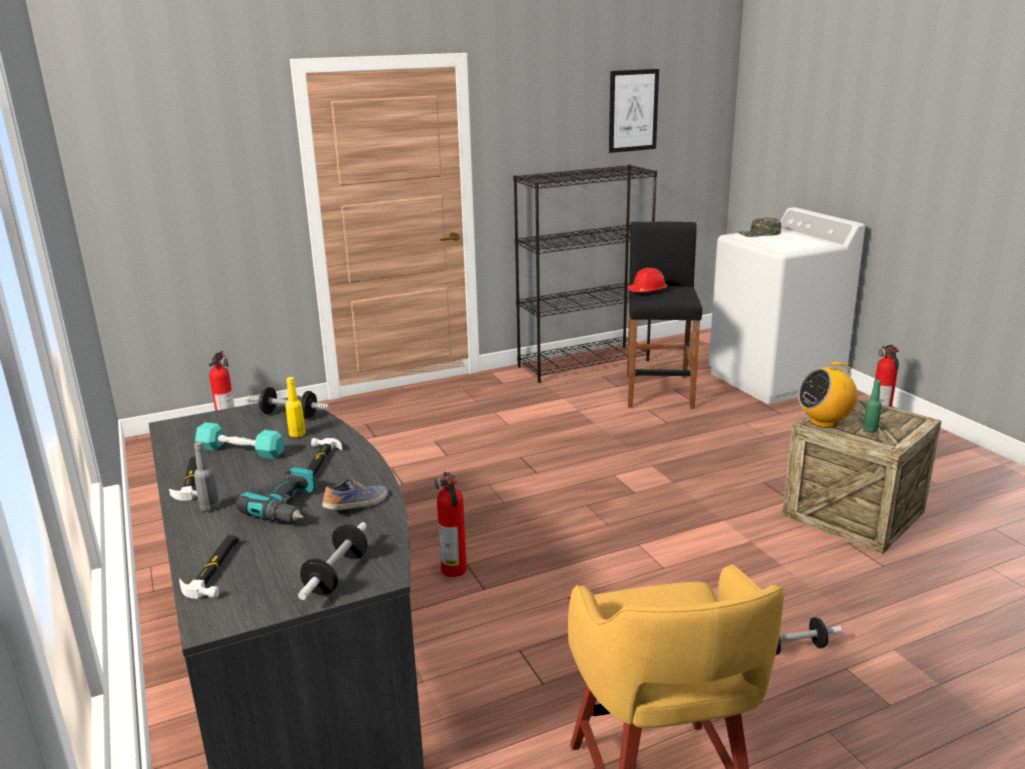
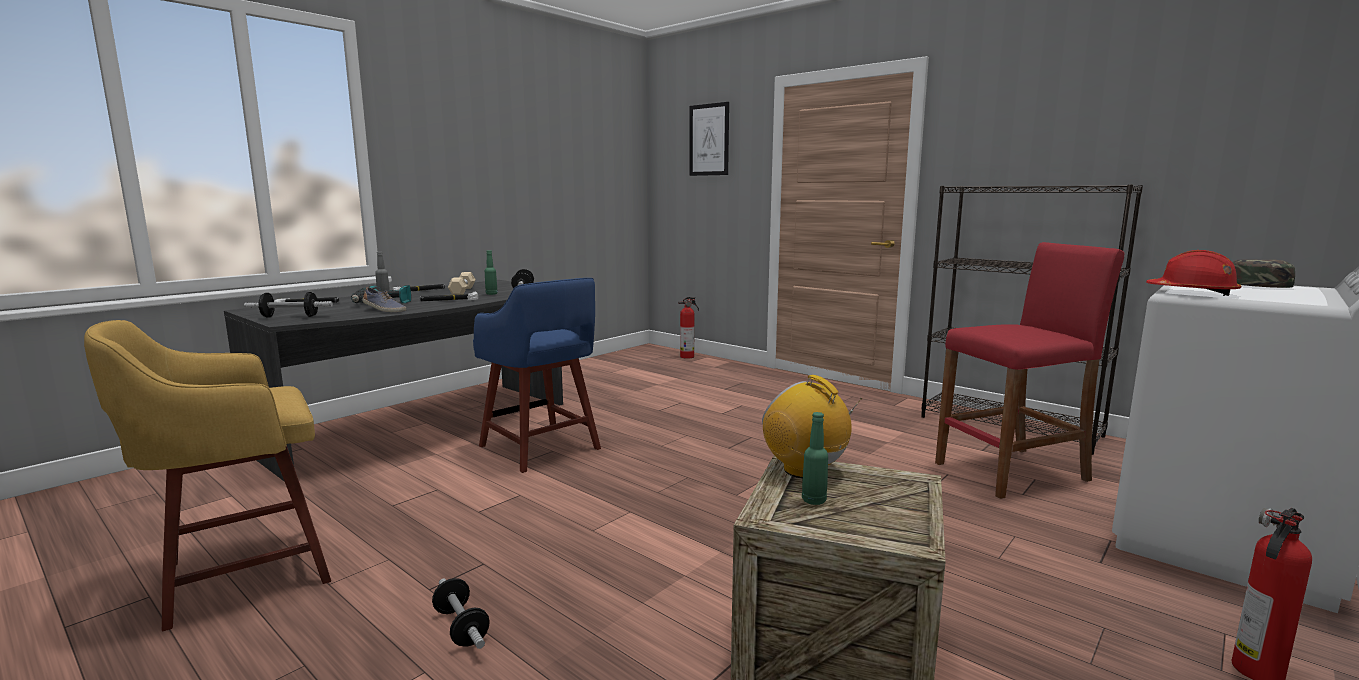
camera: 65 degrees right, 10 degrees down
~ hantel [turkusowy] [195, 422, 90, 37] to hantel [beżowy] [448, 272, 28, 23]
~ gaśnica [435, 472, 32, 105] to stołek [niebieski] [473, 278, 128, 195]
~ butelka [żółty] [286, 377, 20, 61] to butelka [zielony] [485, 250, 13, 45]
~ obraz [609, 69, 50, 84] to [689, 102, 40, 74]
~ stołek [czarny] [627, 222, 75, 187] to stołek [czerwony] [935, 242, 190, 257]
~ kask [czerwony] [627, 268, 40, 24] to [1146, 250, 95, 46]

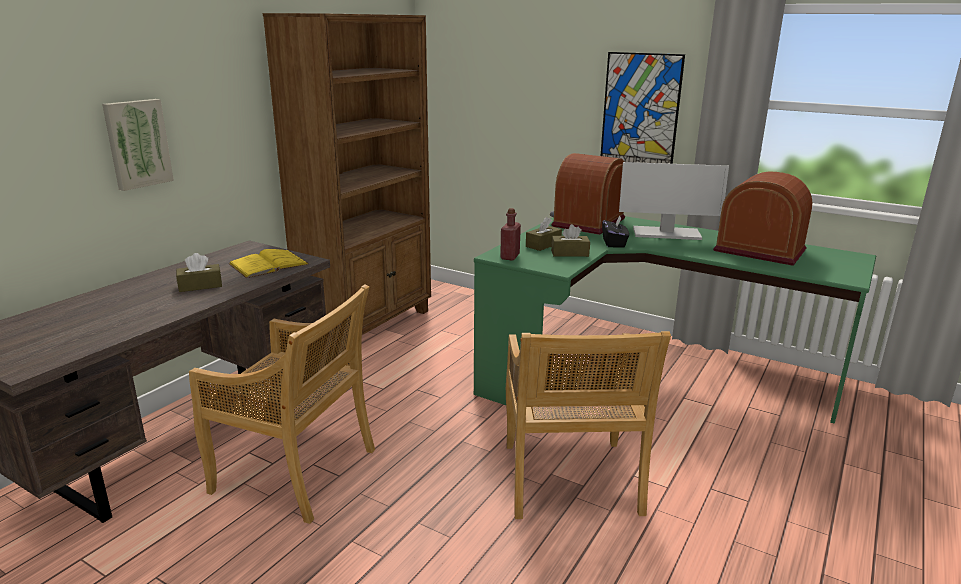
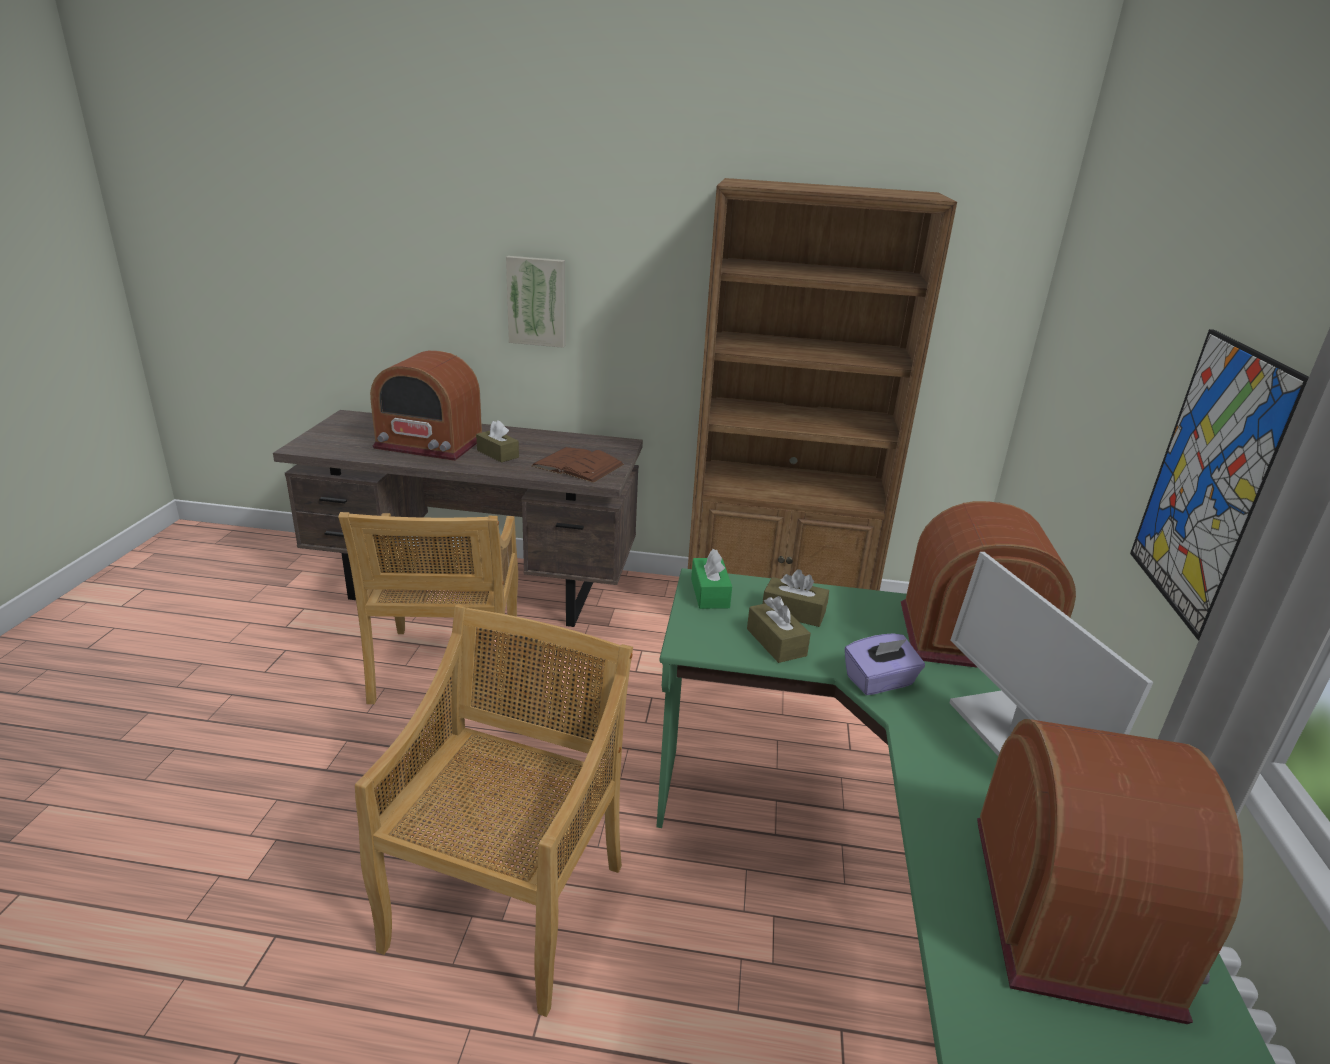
camera: 65 degrees right, 5 degrees up
~ krzesło [beżowy] [506, 331, 165, 188] = [355, 604, 278, 413] 135 degrees clockwise
+ radio [370, 350, 112, 111]
~ książka [żółty] [229, 249, 80, 29] to książka [brązowy] [531, 447, 93, 36]
~ butelka [czerwony] [500, 208, 21, 52] to pudełko chusteczek [zielony] [691, 549, 41, 60]
~ pudełko chusteczek [czarny] [602, 215, 27, 33] to pudełko chusteczek [fioletowy] [844, 633, 81, 62]

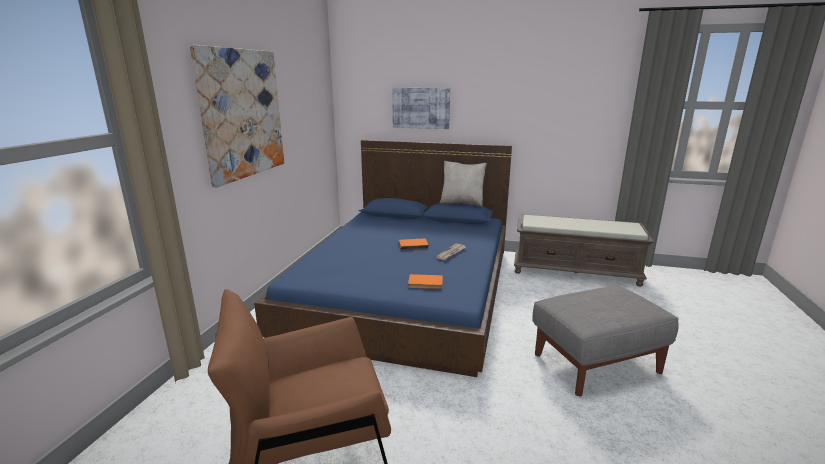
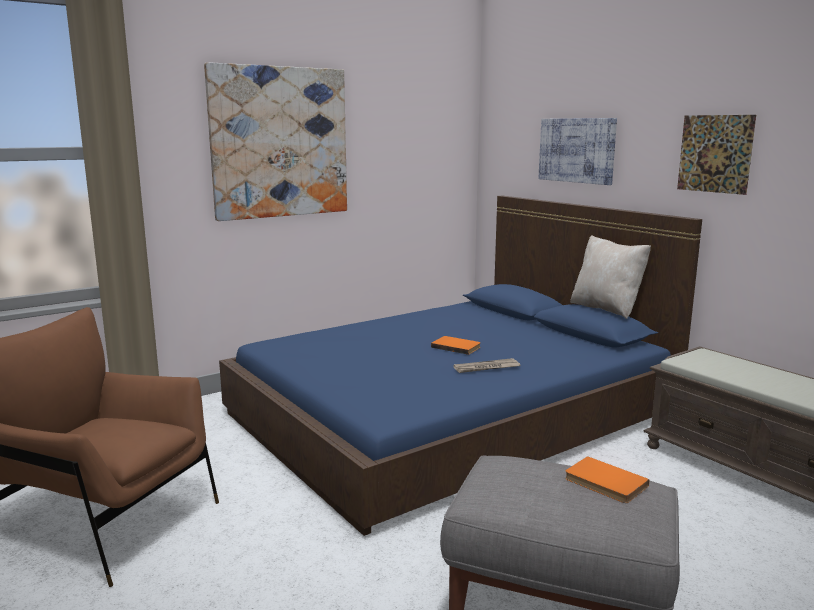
camera: 40 degrees right, 5 degrees down
~ książka [pomarańczowy] [408, 274, 35, 15] to [565, 456, 85, 47]
+ obraz [677, 115, 79, 80]

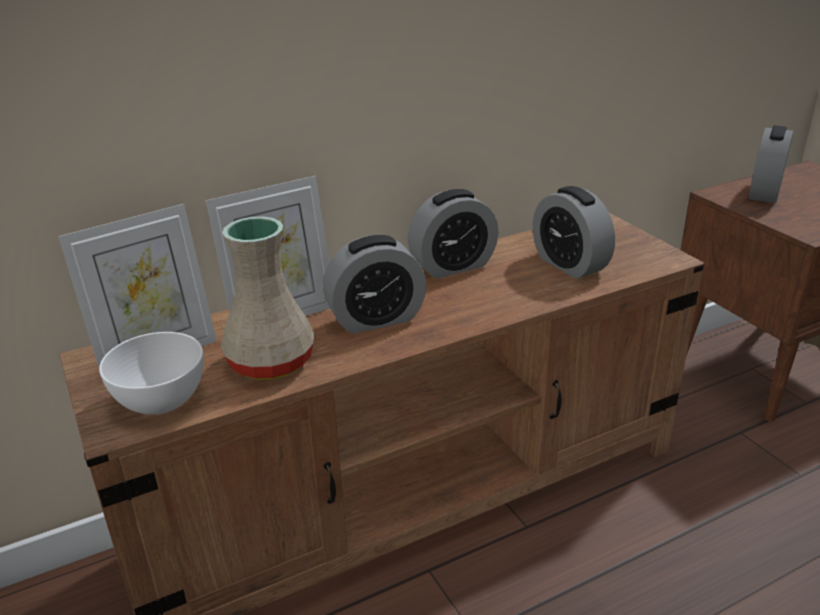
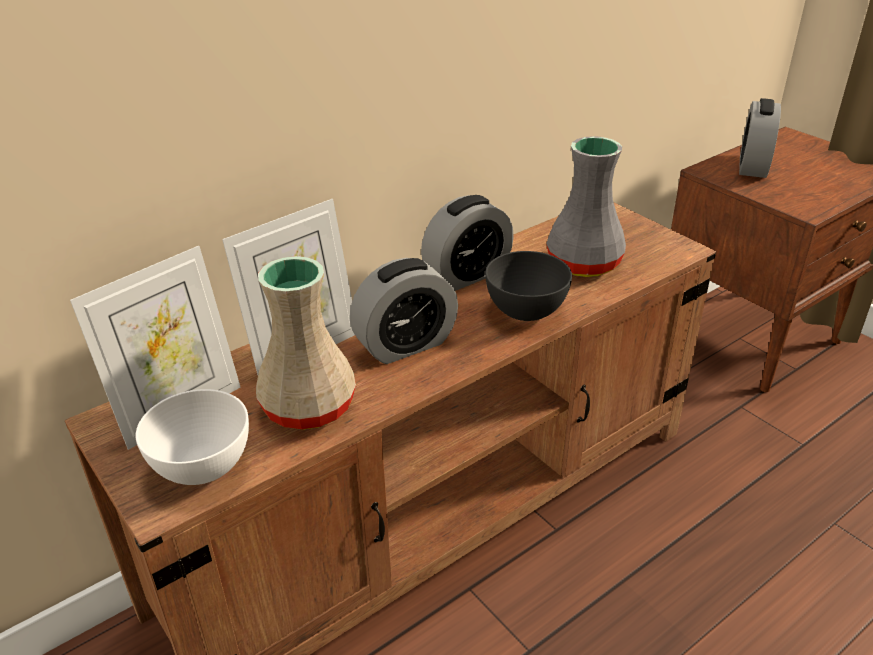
camera: 10 degrees left, 5 degrees up
+ miska [szary] [485, 251, 87, 70]
~ budzik [533, 186, 82, 93] to wazon [szary] [546, 136, 80, 141]

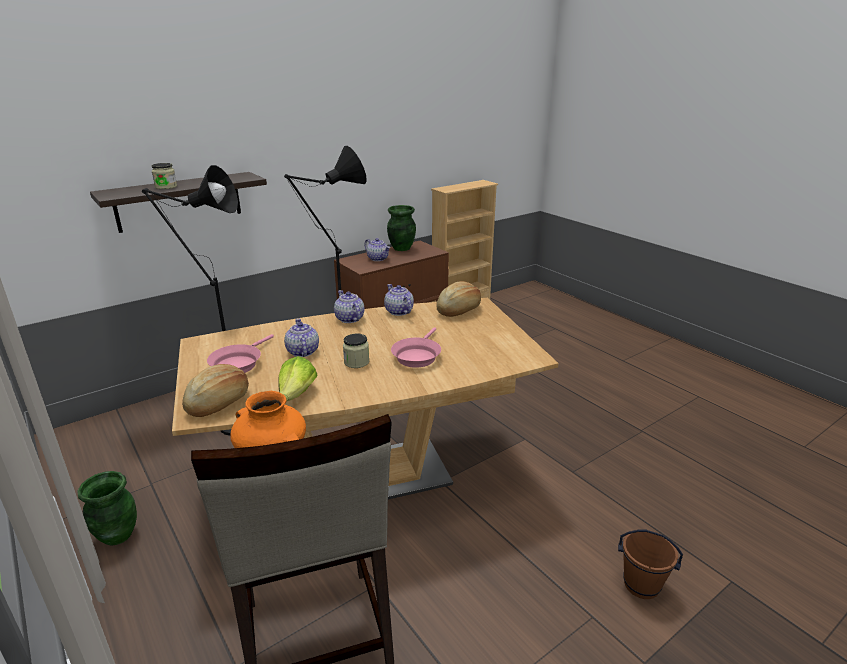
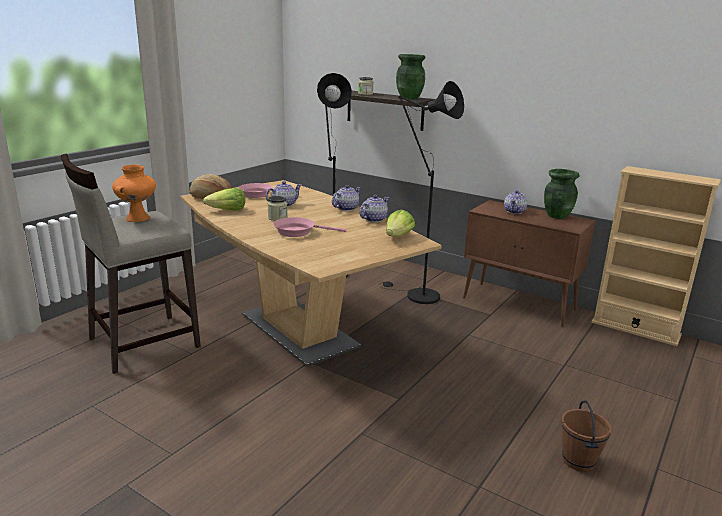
camera: 70 degrees right, 5 degrees down
~ chleb [437, 281, 44, 36] to sałata [386, 209, 29, 28]
~ wazon [zielony] [77, 471, 60, 75] to [396, 54, 30, 46]
~ wiadro [brązowy] [618, 529, 65, 70] to [561, 400, 51, 72]

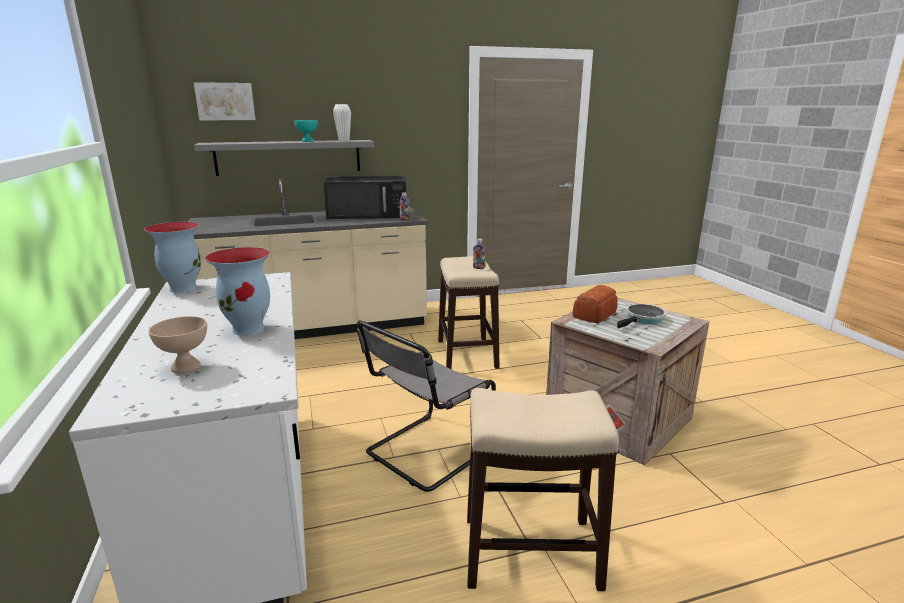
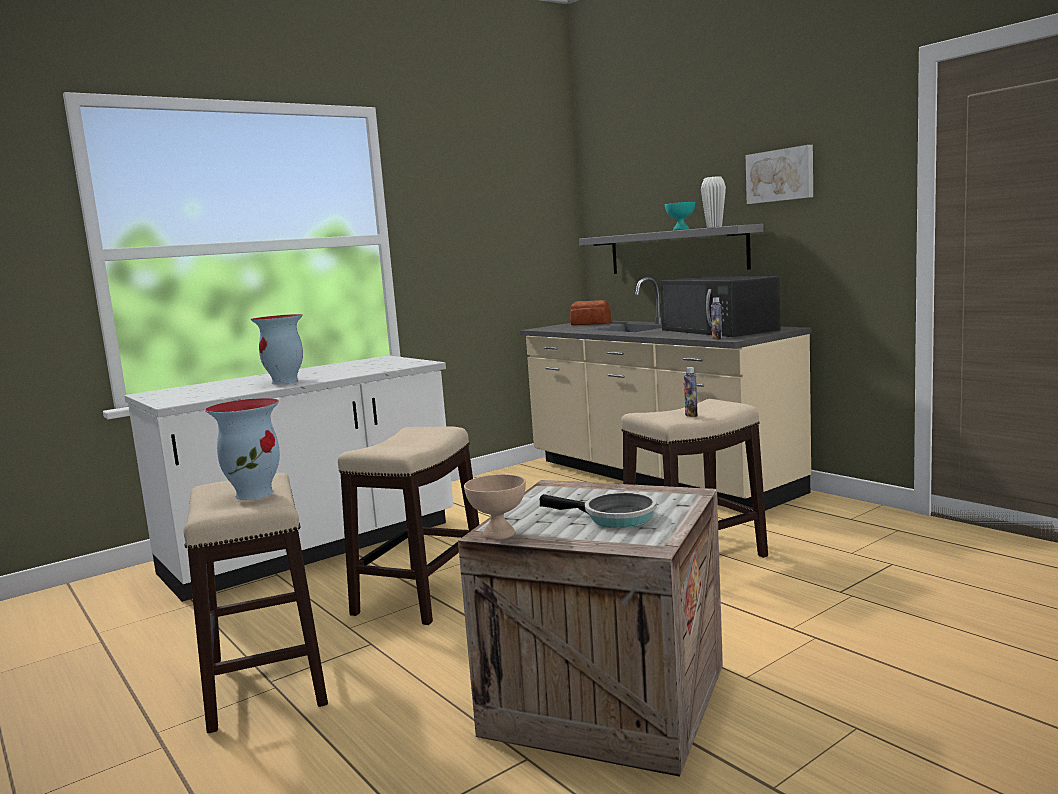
camera: 70 degrees right, 10 degrees down
~ wazon [144, 222, 57, 71] to [205, 398, 75, 102]
~ krzesło [szary] [357, 320, 139, 172] to stołek [338, 427, 141, 198]
~ miska [beżowy] [148, 316, 59, 58] to [464, 474, 62, 66]
~ chleb [573, 285, 45, 38] to [570, 300, 41, 25]
~ obraz [194, 82, 62, 39] to [746, 145, 67, 59]

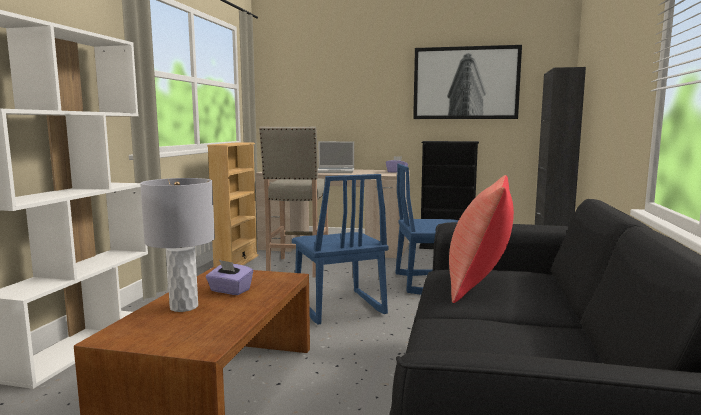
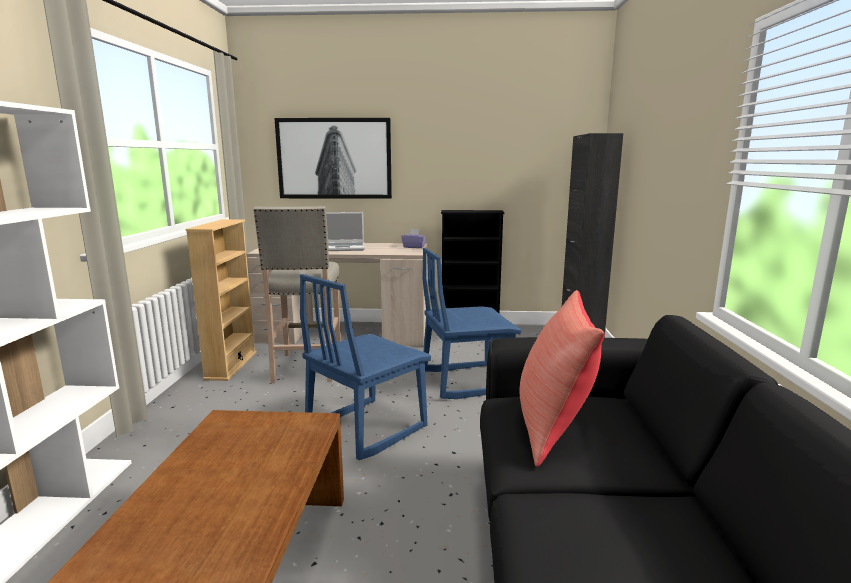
camera: 10 degrees left, 5 degrees up
~ obraz [413, 45, 109, 74] to [274, 118, 118, 81]
~ krzesło [niebieski] [292, 174, 97, 150] = [300, 274, 131, 186] 75 degrees clockwise
- lampa stołowa [szary] [140, 178, 75, 134]
- pudełko chusteczek [fioletowy] [206, 260, 47, 35]

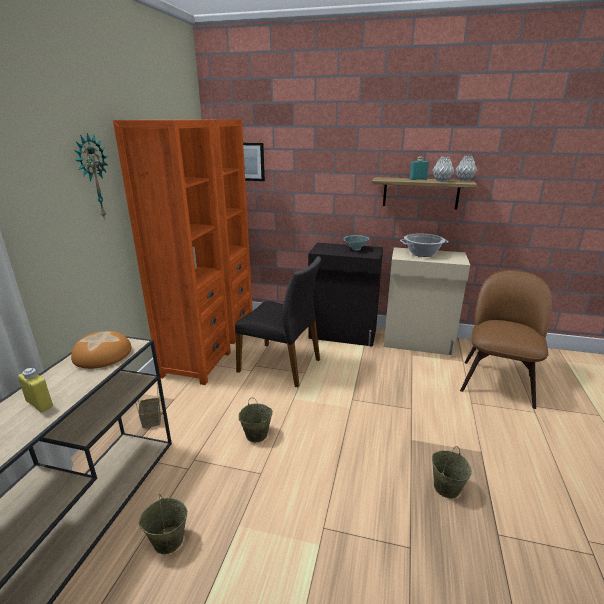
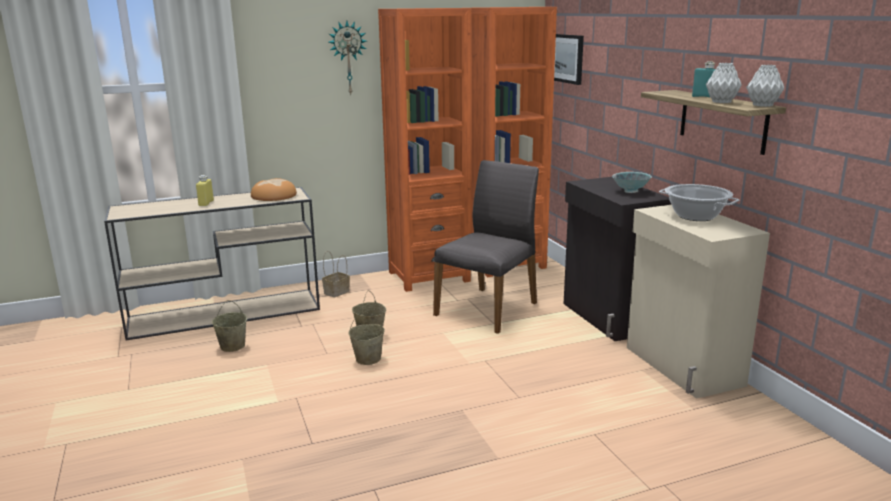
camera: 55 degrees right, 5 degrees down
~ wiadro [beżowy] [432, 446, 40, 52] to [348, 311, 37, 54]
~ krzesło [szary] [235, 256, 86, 131] = [433, 160, 106, 174] 135 degrees counterclockwise
- krzesło [brązowy] [460, 270, 92, 139]

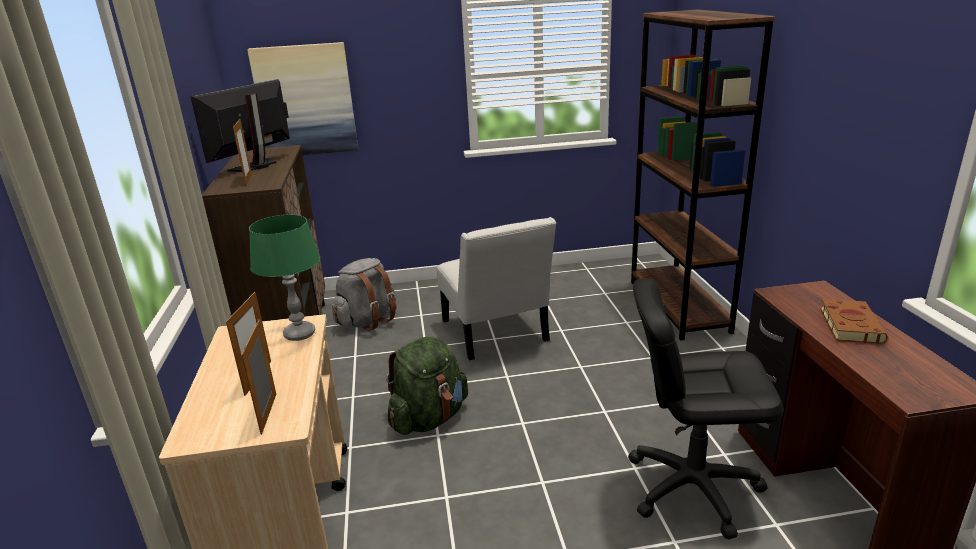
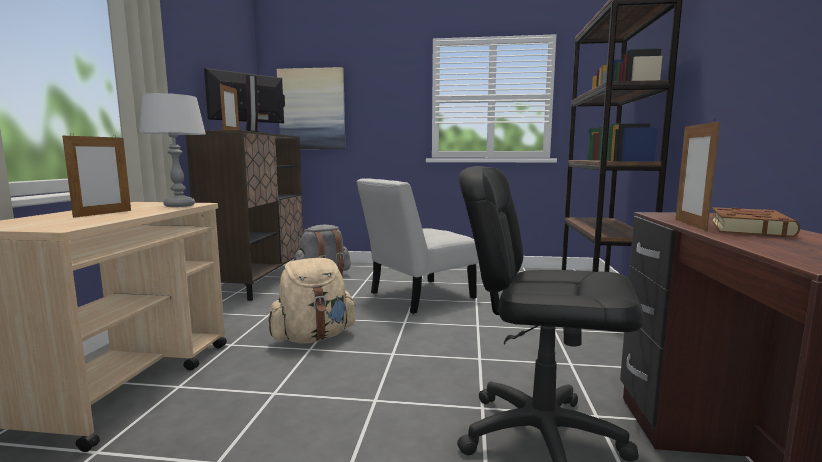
camera: 15 degrees right, 15 degrees down
~ lampa stołowa [zielony] [249, 215, 71, 126] to lampa stołowa [szary] [139, 93, 67, 114]
~ plecak [zielony] [386, 336, 82, 99] to plecak [beżowy] [268, 258, 88, 86]
~ krzesło [biały] [436, 217, 120, 143] = [356, 178, 122, 136] 60 degrees clockwise
~ ramka na zdjęcie [241, 320, 35, 115] to [675, 119, 45, 112]

